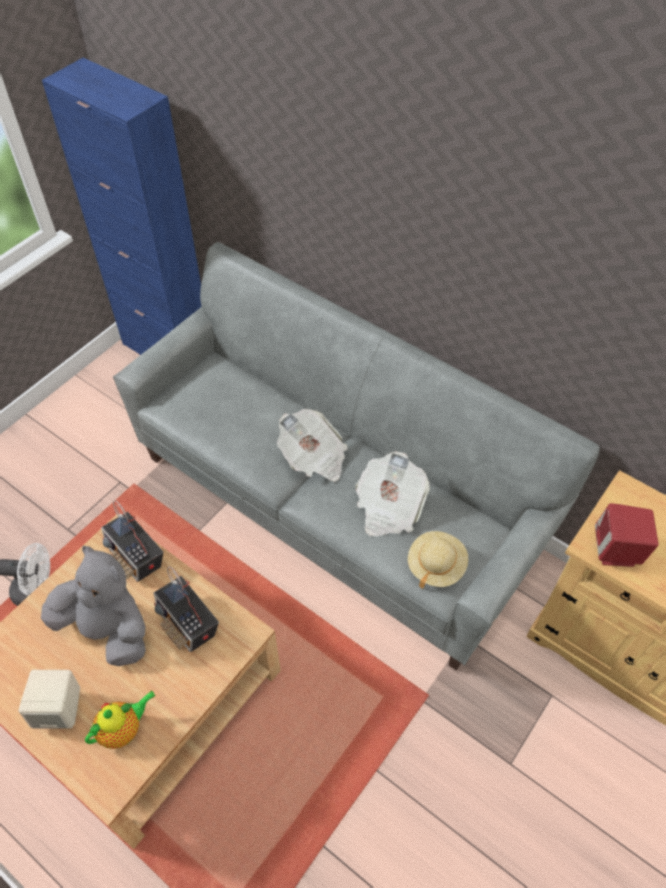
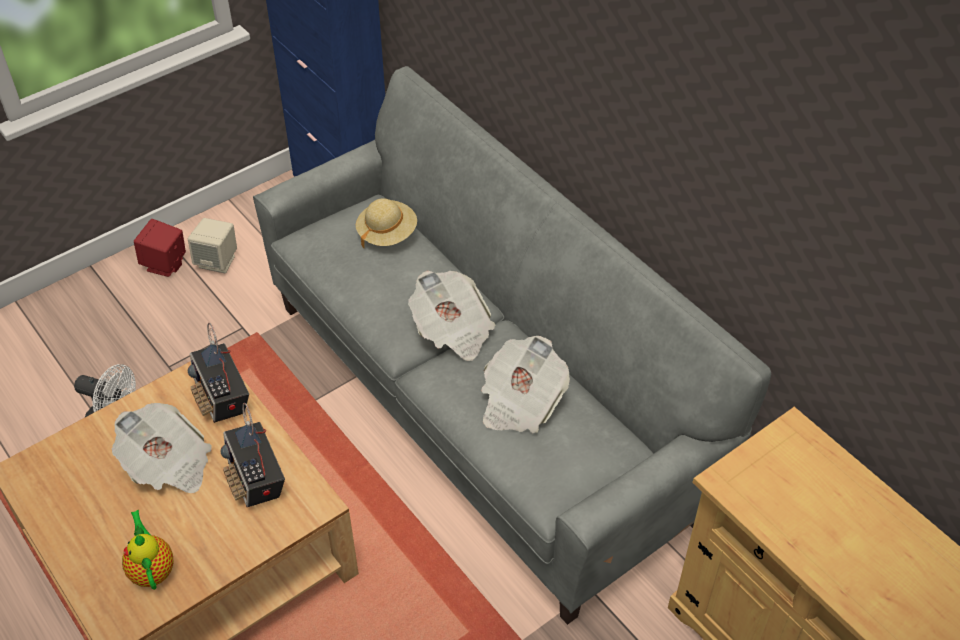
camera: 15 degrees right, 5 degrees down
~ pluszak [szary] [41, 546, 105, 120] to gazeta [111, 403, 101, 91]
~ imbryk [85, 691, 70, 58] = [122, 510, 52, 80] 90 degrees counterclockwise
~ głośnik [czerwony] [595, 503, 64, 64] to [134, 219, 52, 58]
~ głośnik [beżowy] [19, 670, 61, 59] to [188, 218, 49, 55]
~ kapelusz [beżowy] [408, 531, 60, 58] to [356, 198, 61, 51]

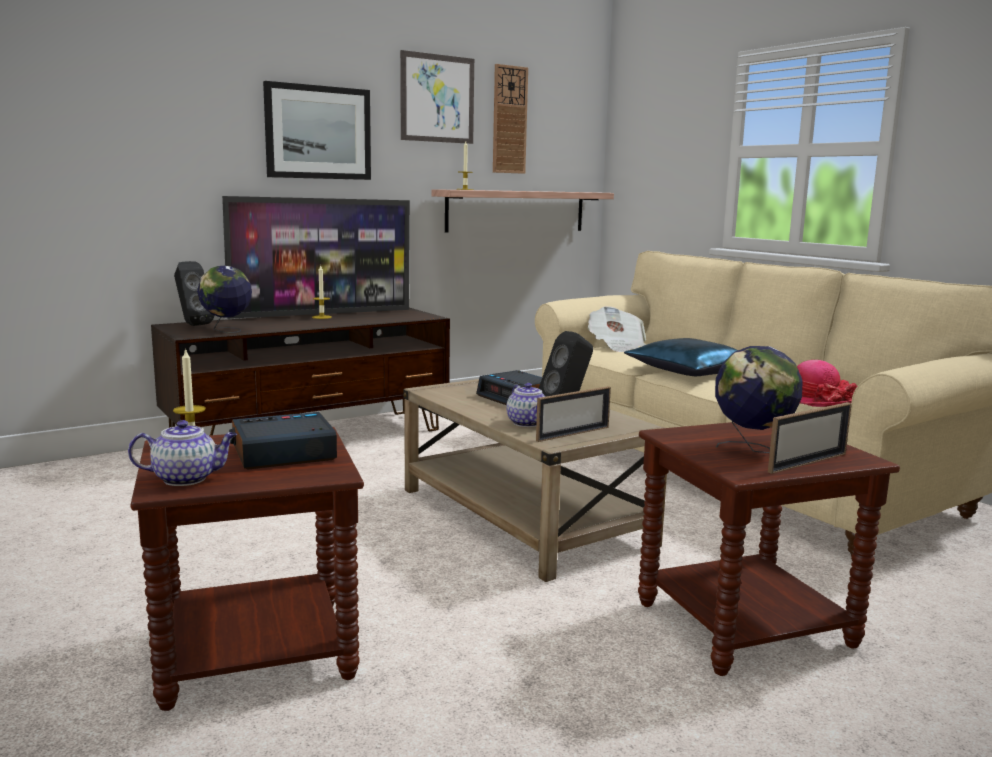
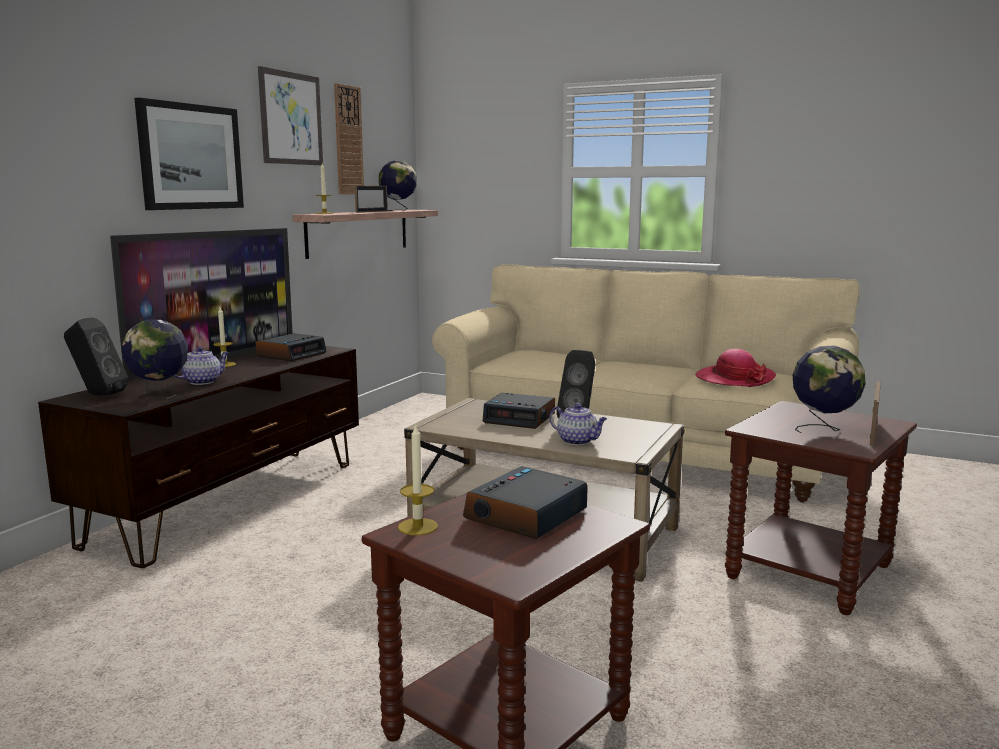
camera: 30 degrees left, 0 degrees up
~ imbryk [128, 420, 109, 66] to [174, 347, 55, 38]
+ budzik [255, 333, 72, 28]
~ ramka na zdjęcie [536, 386, 75, 56] to [355, 186, 33, 27]
+ globus [379, 160, 38, 51]
- gazeta [588, 306, 58, 46]
- poduszka [niebieski] [624, 338, 114, 38]

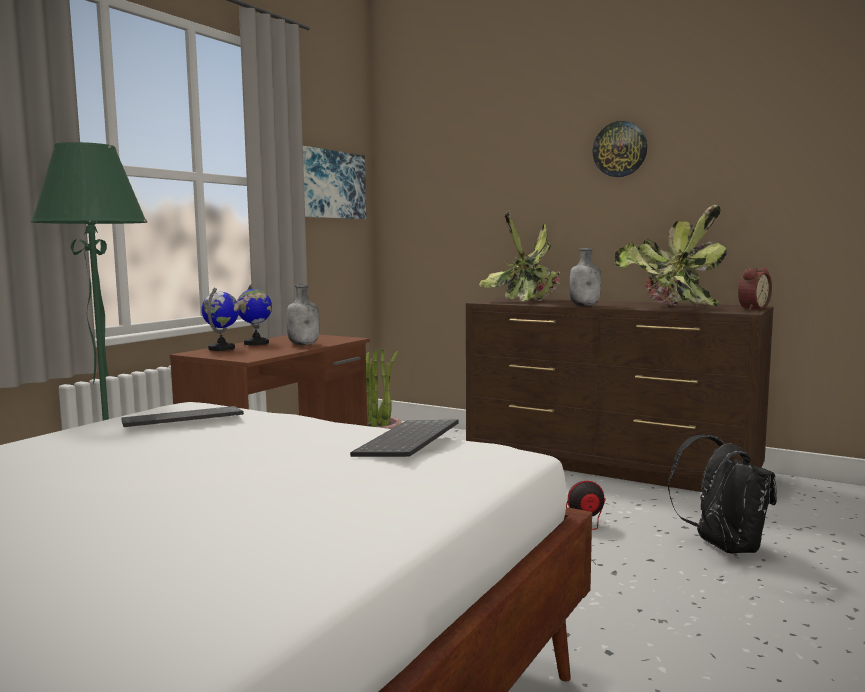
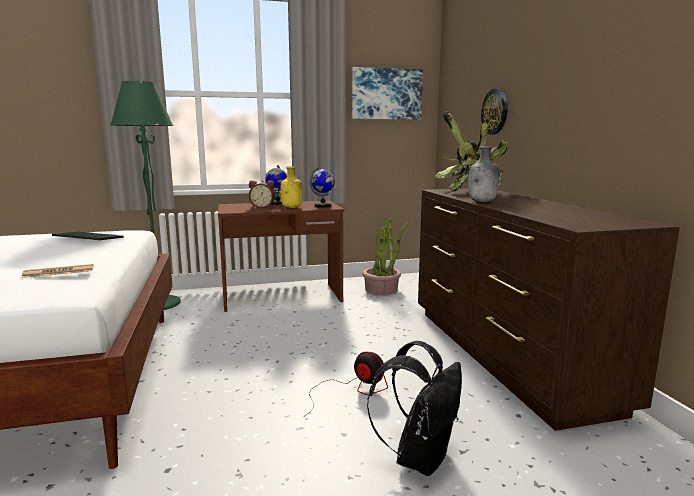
camera: 45 degrees right, 5 degrees up
~ klawiatura [350, 419, 109, 38] to gazeta [22, 264, 72, 14]
~ budzik [737, 267, 35, 43] to [249, 180, 26, 28]
~ butelka [szary] [286, 284, 33, 61] to butelka [żółty] [280, 167, 23, 41]
~ globus [201, 287, 38, 64] to [309, 166, 26, 42]
~ zegar ścienny [593, 121, 54, 56] to [481, 89, 27, 45]
- roślina doniczkowa [615, 205, 112, 101]

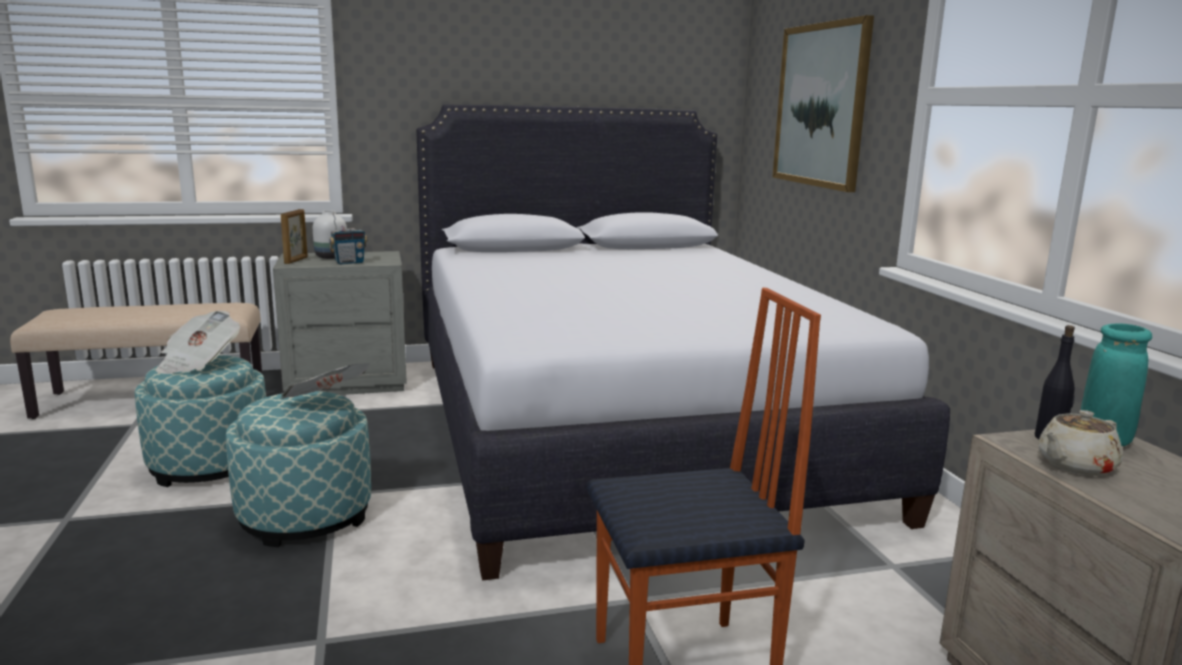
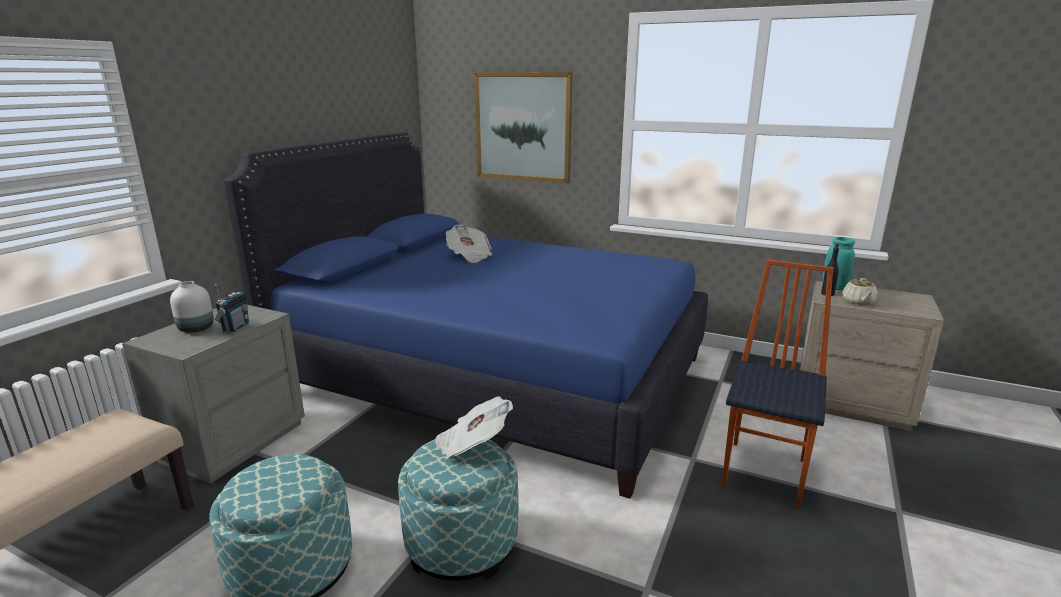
camera: 50 degrees left, 5 degrees up
~ łóżko [biały] [416, 105, 534, 476] to łóżko [niebieski] [223, 132, 485, 367]
~ gazeta [156, 310, 84, 64] to [445, 225, 47, 38]
- ramka na zdjęcie [281, 209, 27, 55]

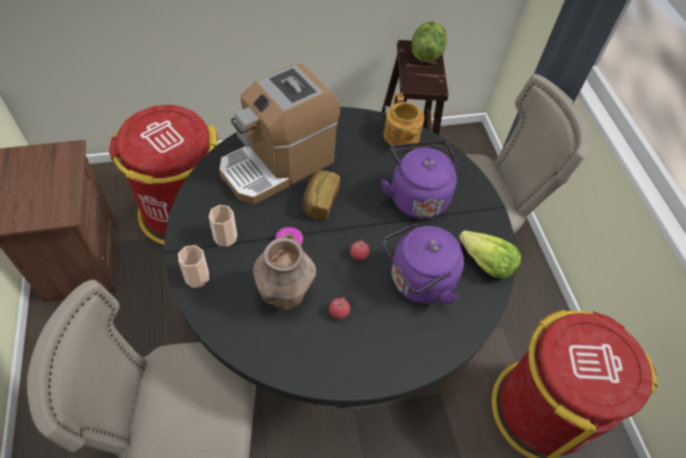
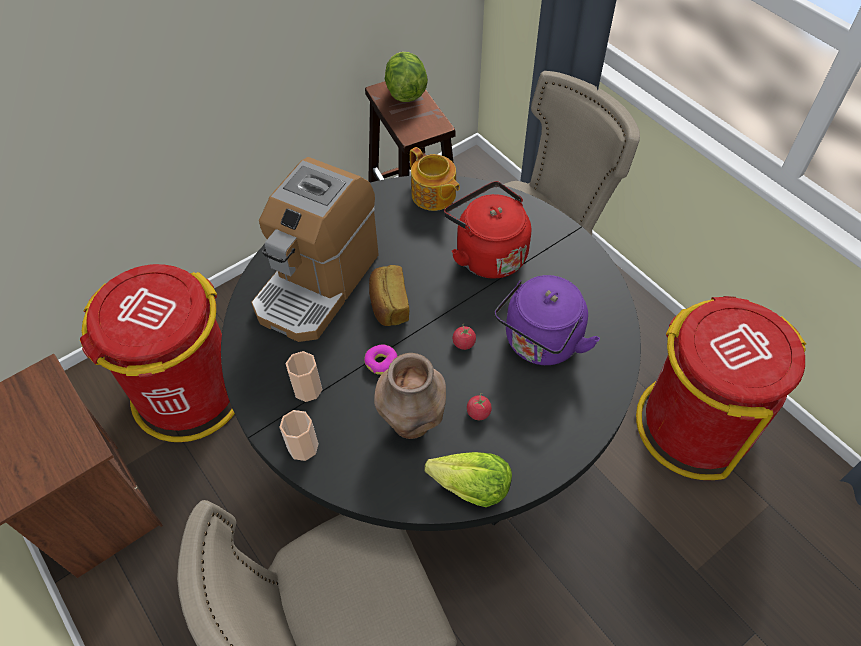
camera: 20 degrees left, 0 degrees up
~ sałata [459, 230, 62, 48] to [425, 452, 87, 55]
~ czajnik [fioletowy] [381, 141, 76, 78] to czajnik [czerwony] [444, 181, 87, 98]

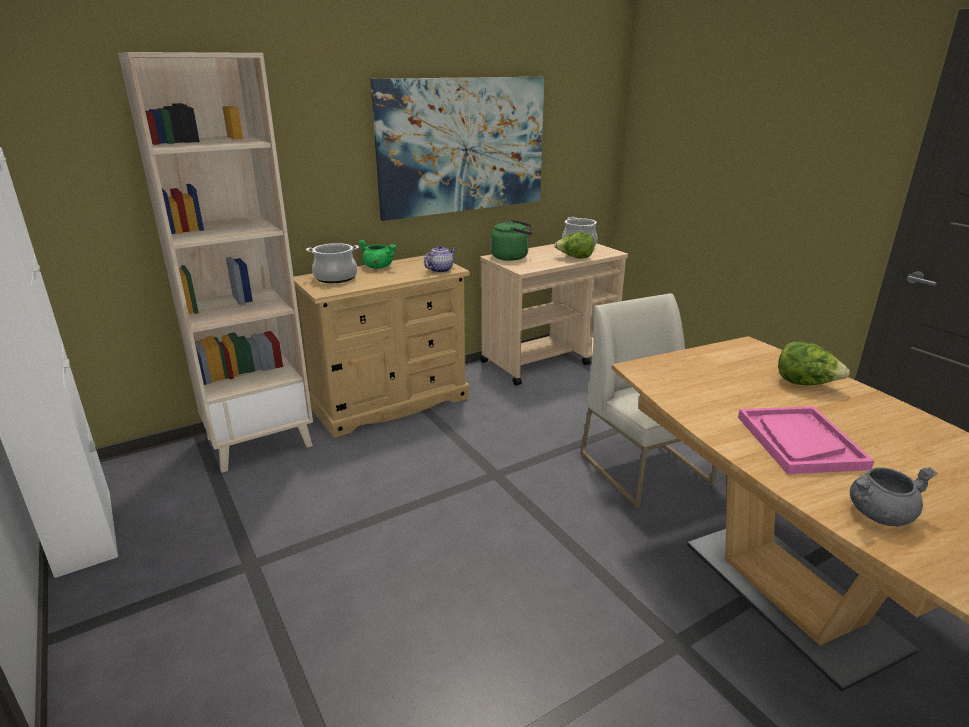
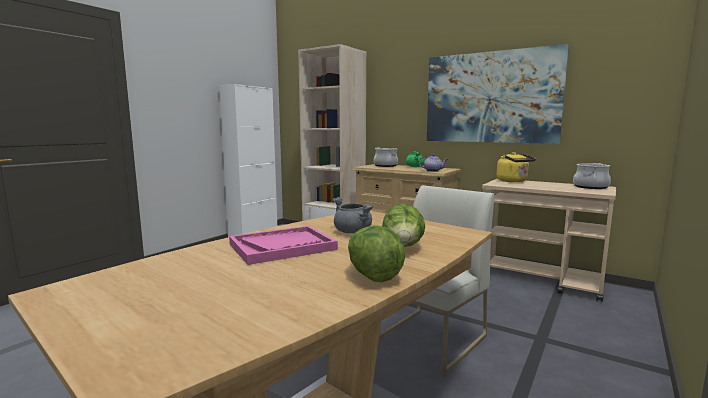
camera: 65 degrees right, 15 degrees down
~ garnek [szary] [850, 466, 88, 60] to [333, 197, 40, 36]
~ sałata [554, 232, 40, 26] to [348, 225, 57, 57]
~ czajnik [zielony] [491, 219, 42, 42] to czajnik [żółty] [497, 152, 39, 30]

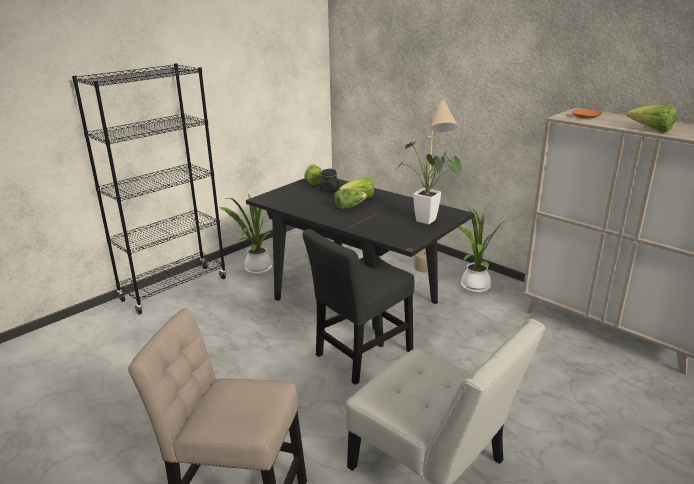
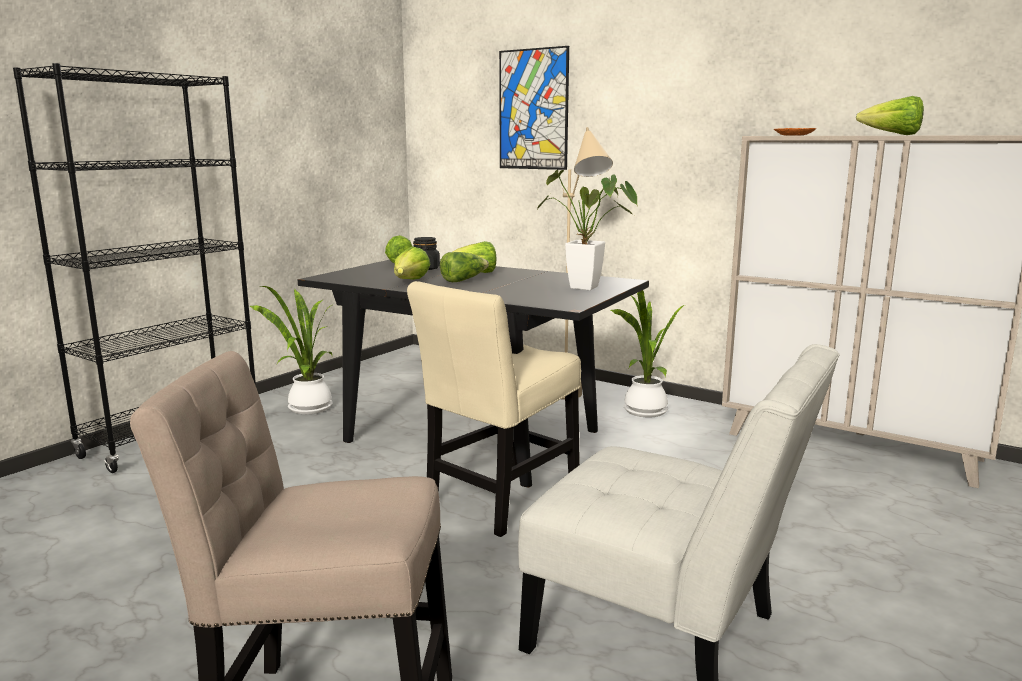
camera: 10 degrees left, 10 degrees down
+ sałata [394, 246, 36, 34]
~ krzesło [czarny] [302, 229, 113, 156] to krzesło [beżowy] [407, 281, 174, 256]
+ obraz [499, 46, 70, 124]

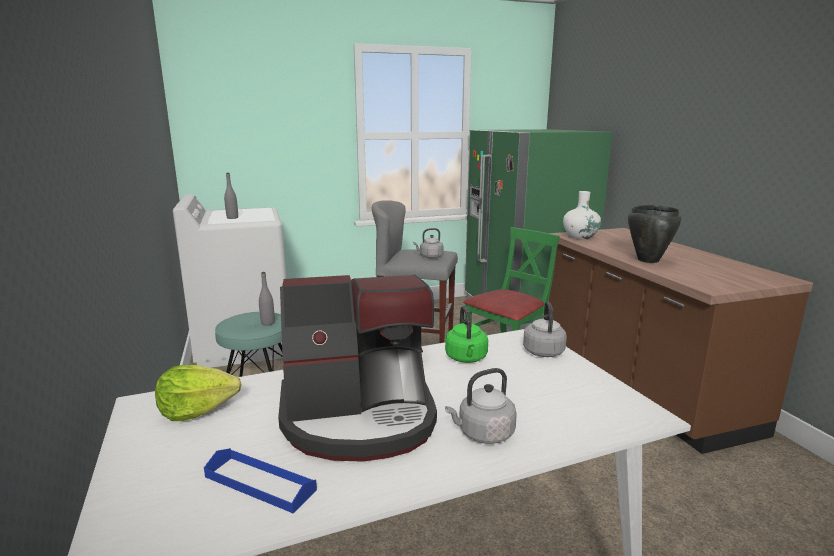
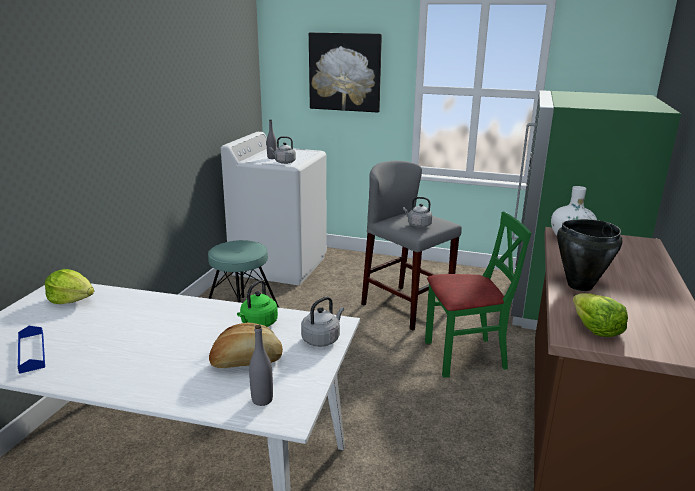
camera: 35 degrees right, 5 degrees up
+ chleb [209, 323, 74, 45]
~ butelka [szary] [259, 272, 16, 54] to [249, 325, 24, 81]
~ czajnik [szary] [445, 368, 72, 76] to [270, 136, 26, 28]
+ obraz [309, 32, 73, 81]
+ sałata [573, 293, 55, 44]
- ekspres do kawy [278, 275, 159, 187]

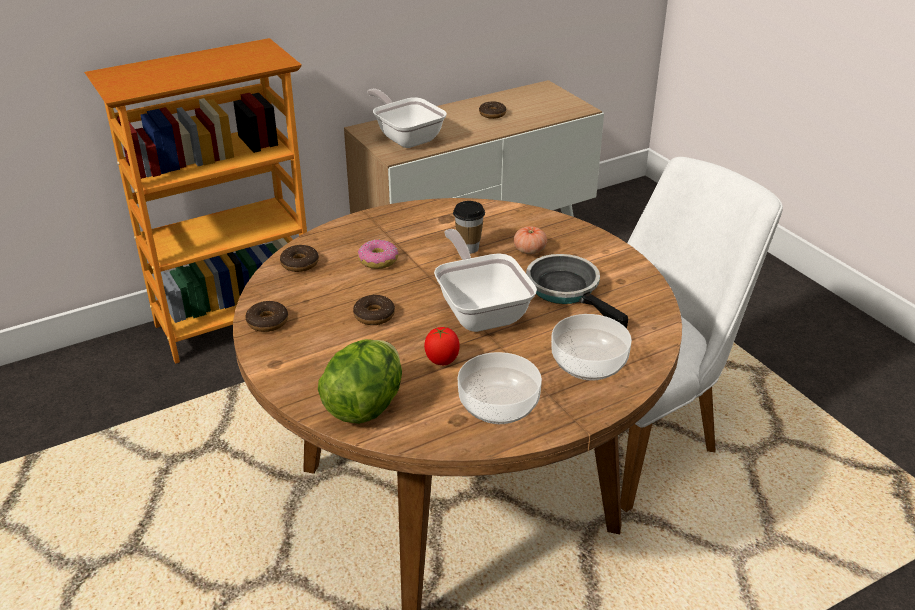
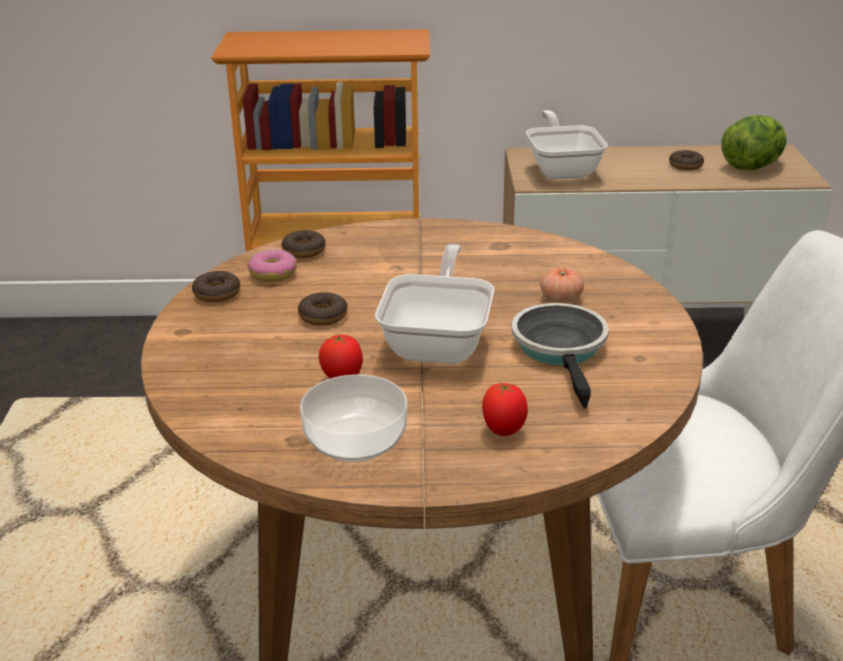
camera: 30 degrees right, 5 degrees down
~ donut [358, 239, 40, 30] to [247, 249, 50, 33]
~ miska [551, 314, 81, 67] to pomidor [482, 382, 46, 54]
~ sałata [318, 339, 84, 85] to [721, 115, 66, 56]
- filiżanka [453, 201, 32, 53]

